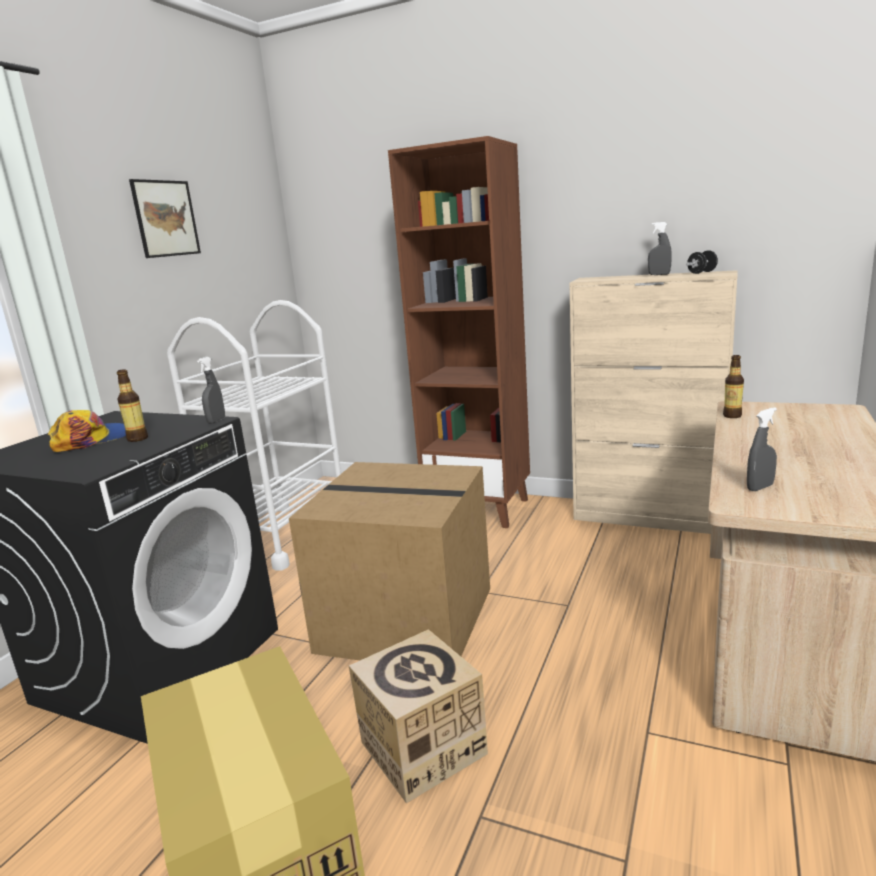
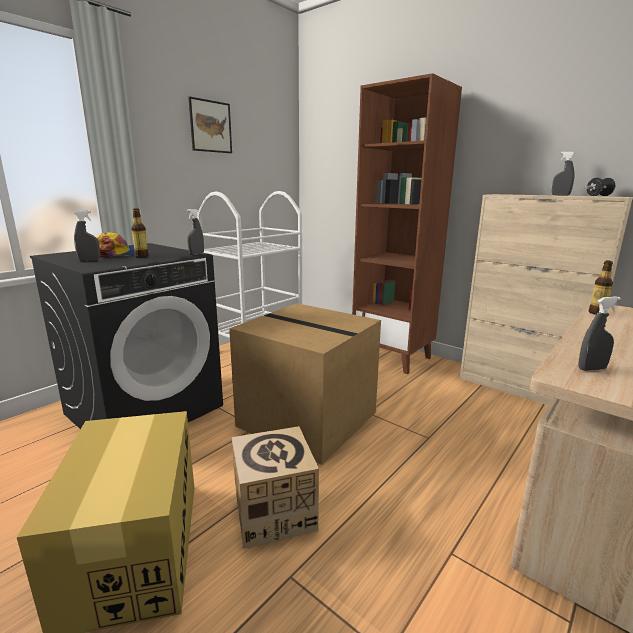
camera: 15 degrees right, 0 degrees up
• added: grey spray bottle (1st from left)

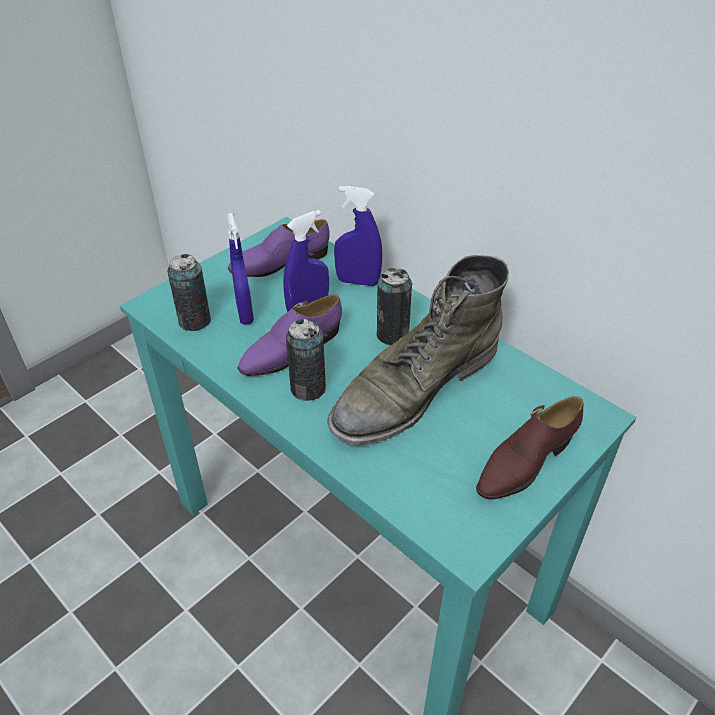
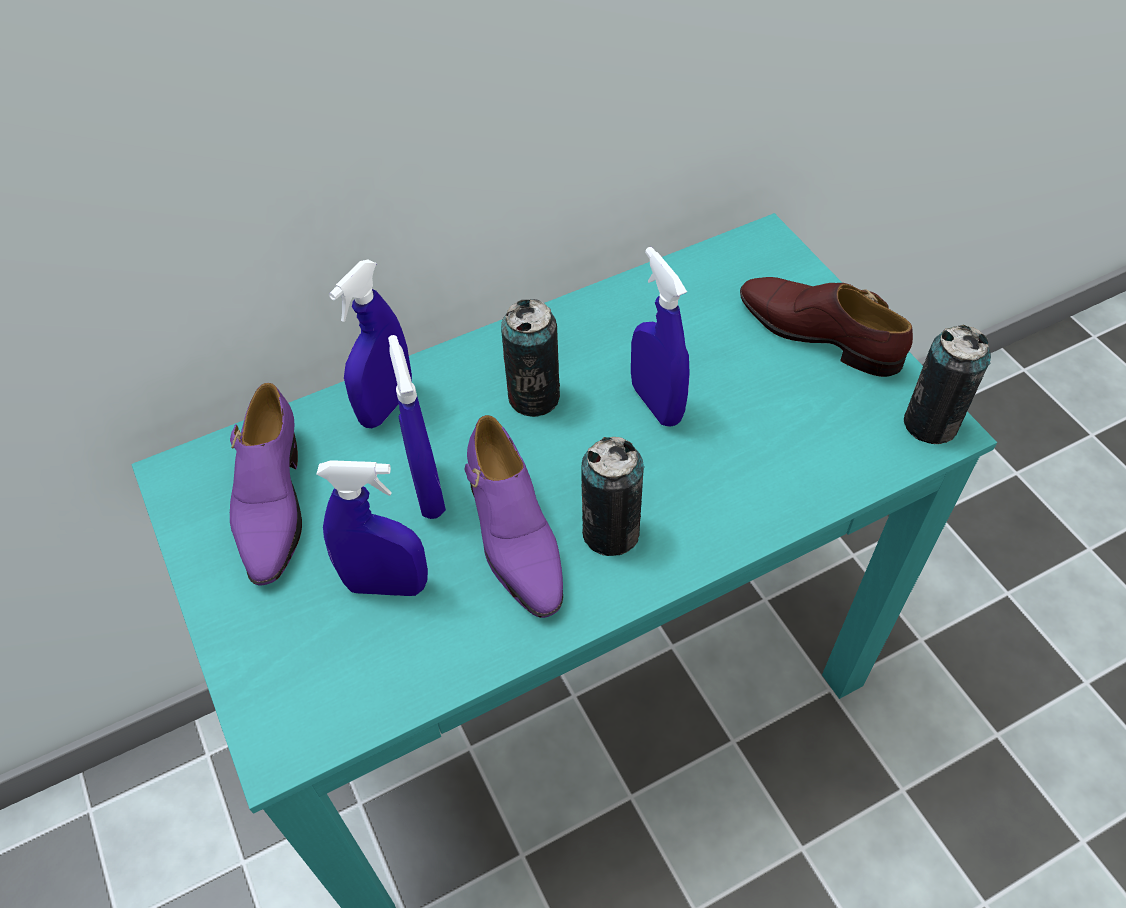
camera: 70 degrees left, 10 degrees up
• moved: can (1st from left in the first image) to can (3rd from left)
• replaced: green boot to blue spray bottle (4th from left)
• turned: brown shoe 150 degrees clockwise

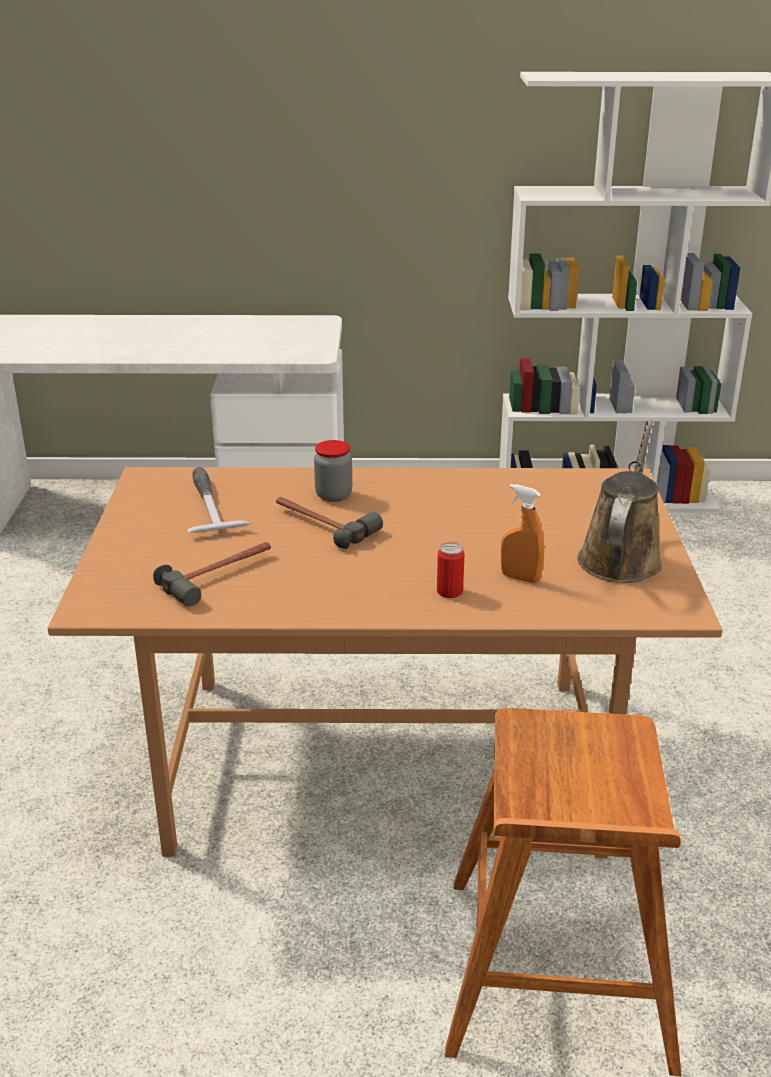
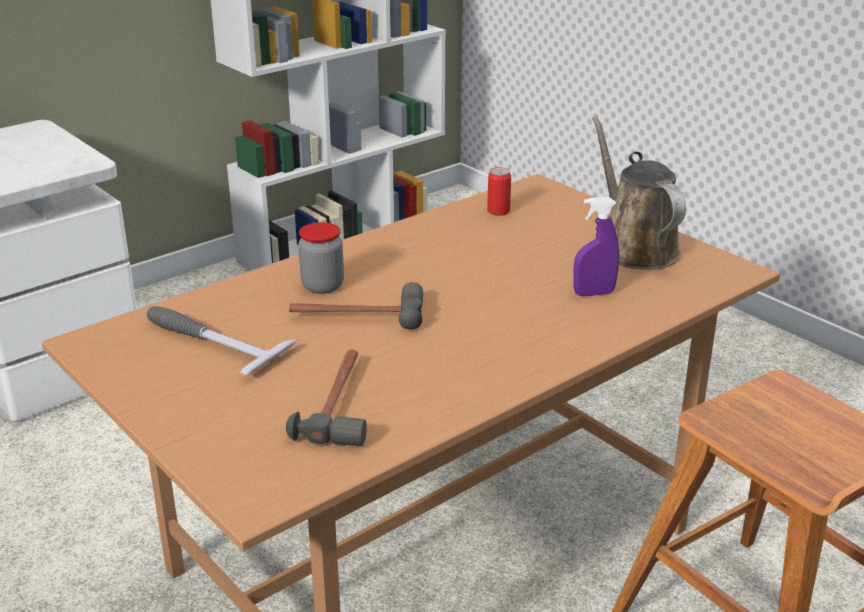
camera: 40 degrees left, 0 degrees up
• moved: can
• recoloured: orange spray bottle to purple spray bottle

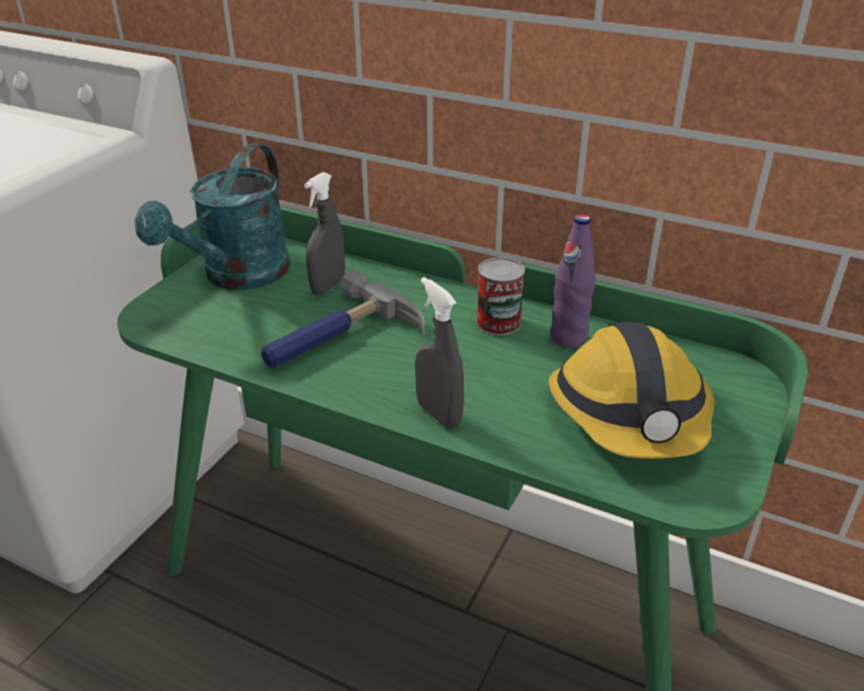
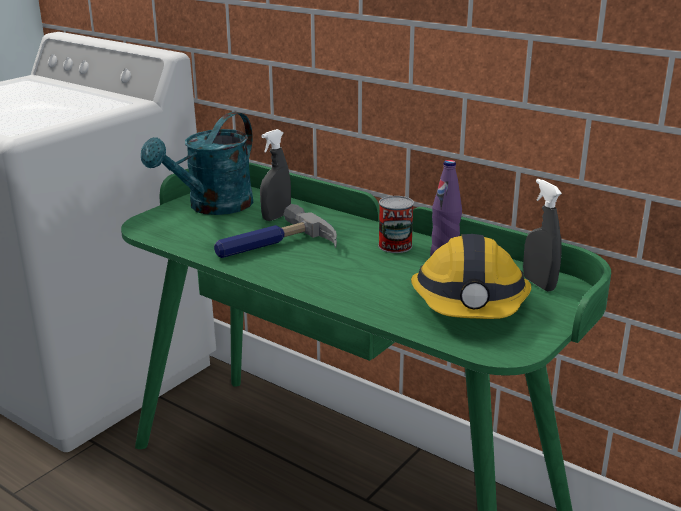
camera: 10 degrees right, 10 degrees down
• moved: grey spray bottle (2nd from left)

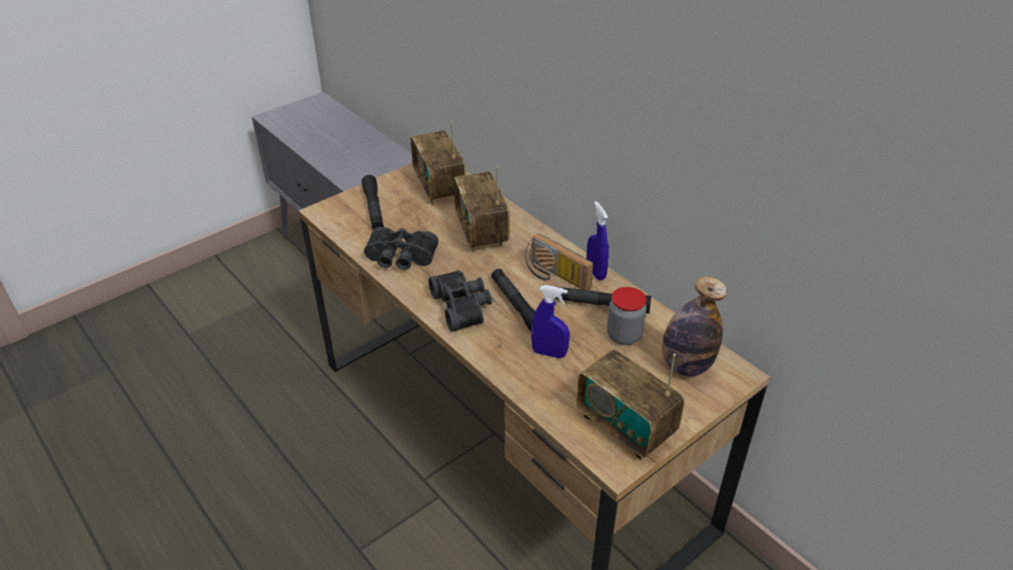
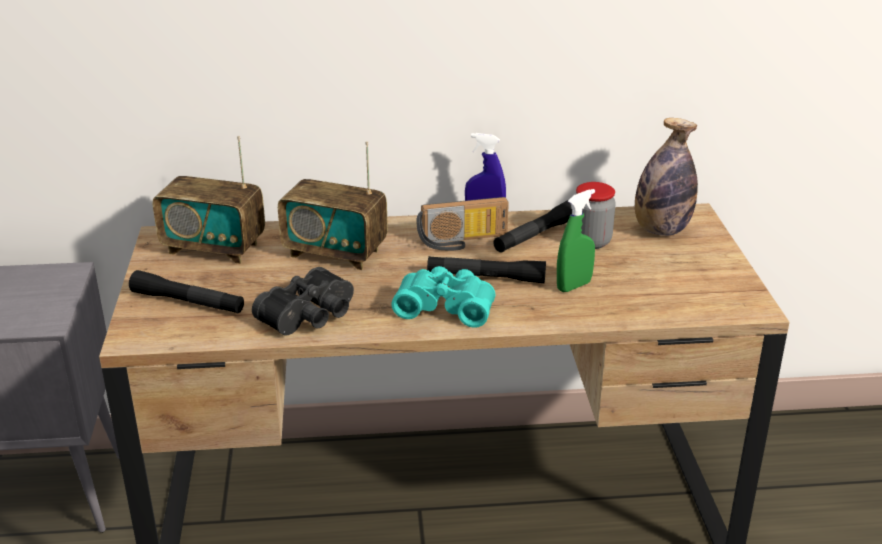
camera: 55 degrees left, 10 degrees down
• recoloured: black binoculars (2nd from left) to turquoise binoculars
• recoloured: blue spray bottle (1st from left) to green spray bottle
• removed: radio (4th from left)

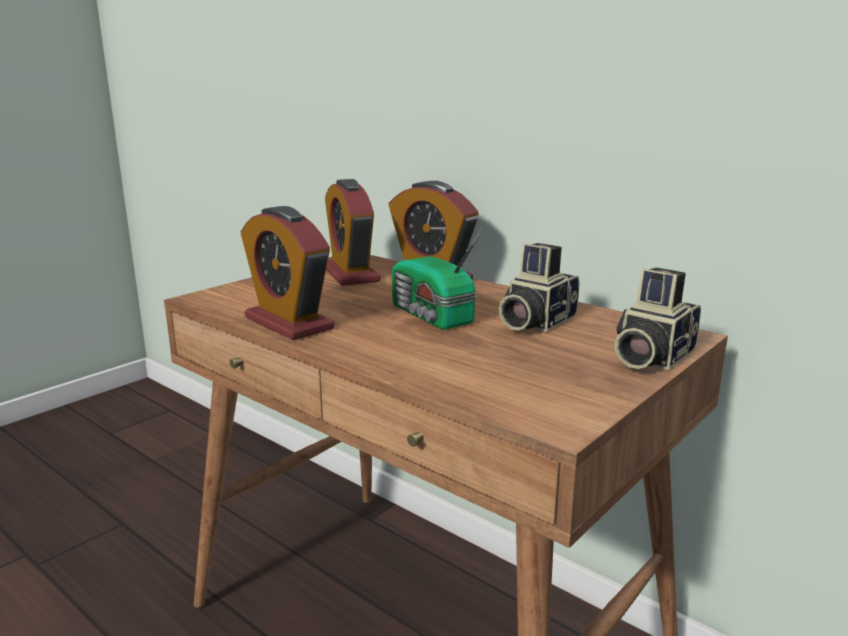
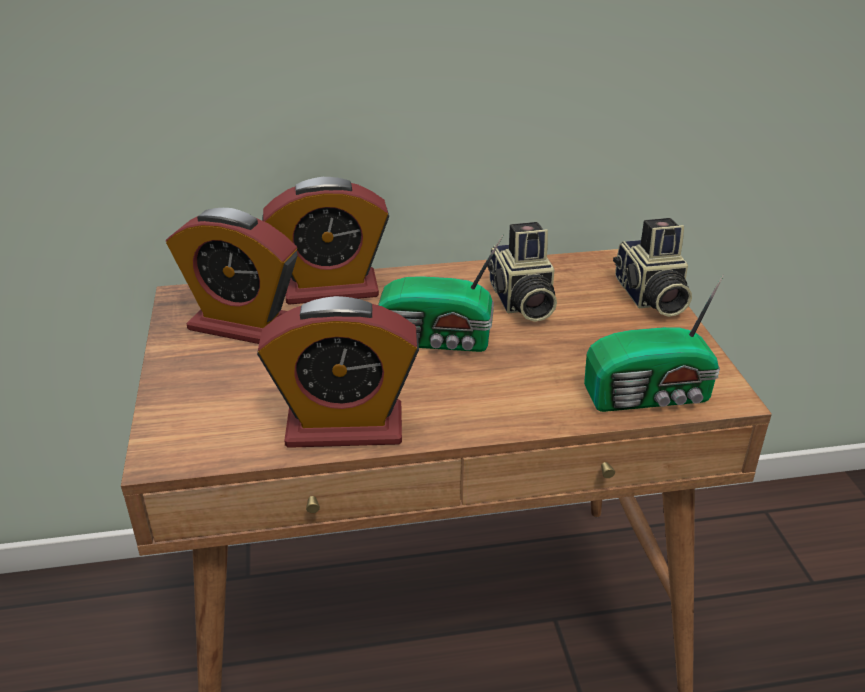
camera: 50 degrees left, 15 degrees up
• added: radio (2nd from left)

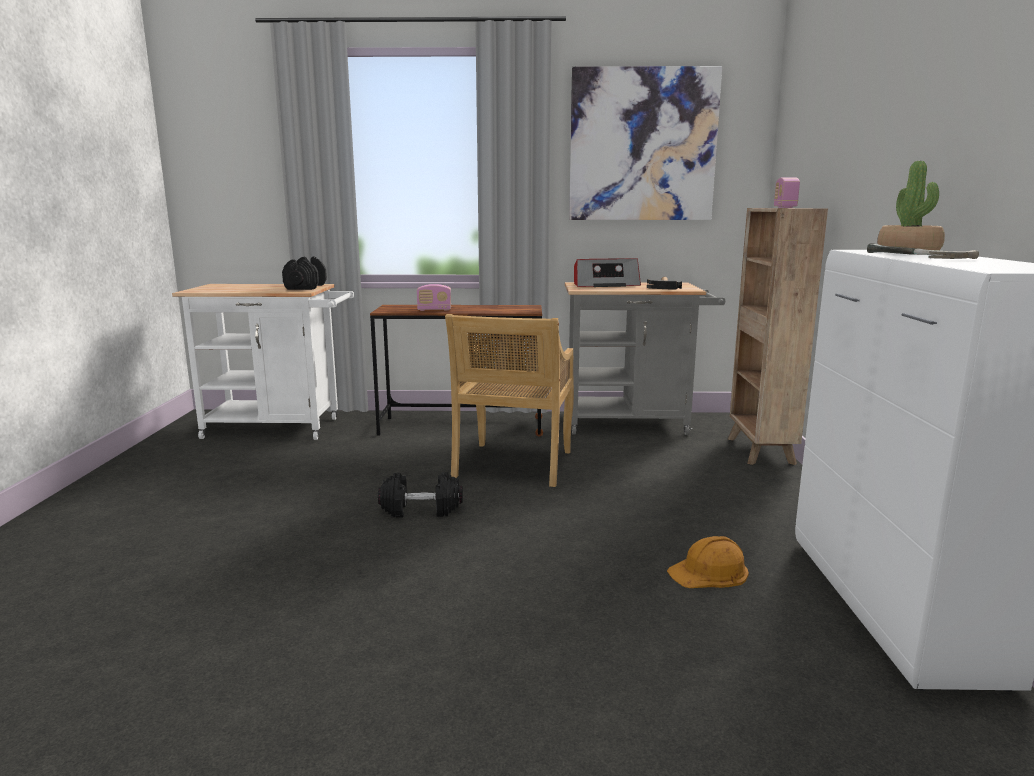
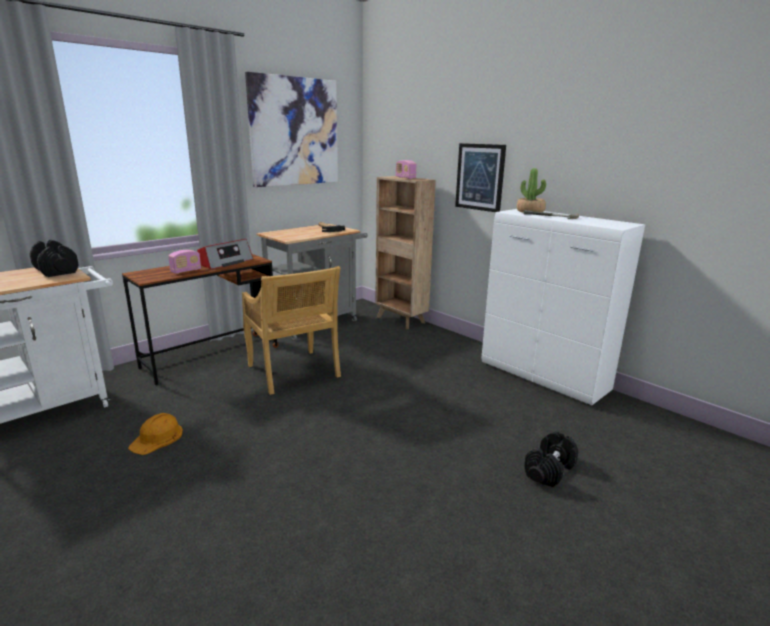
camera: 45 degrees left, 5 degrees up
• moved: black dumbbell (2nd from left)
• moved: radio (2nd from left)
• moved: orange hard hat
• added: picture (2nd from left)

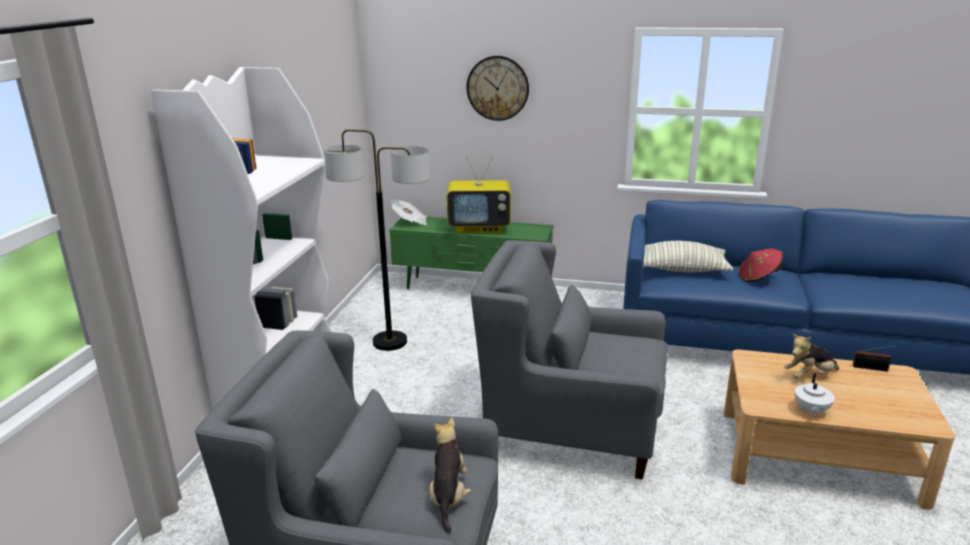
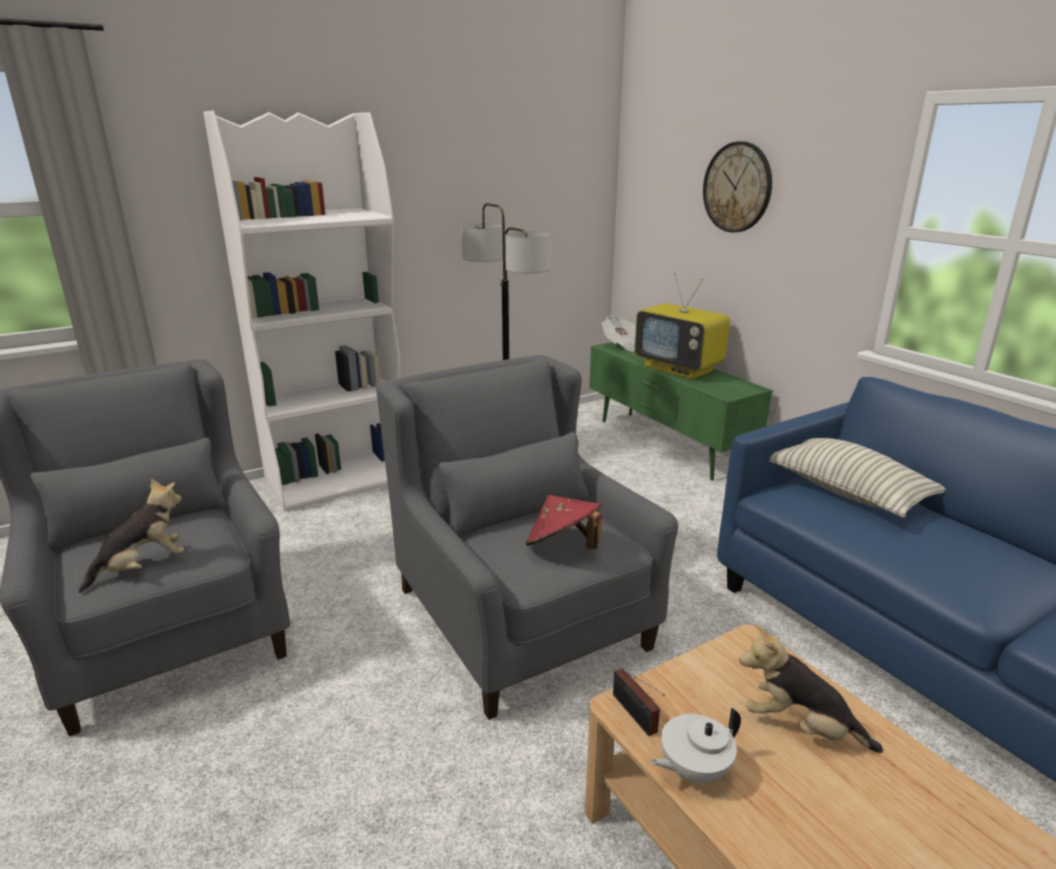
camera: 45 degrees right, 0 degrees up
• moved: red hat
• moved: radio

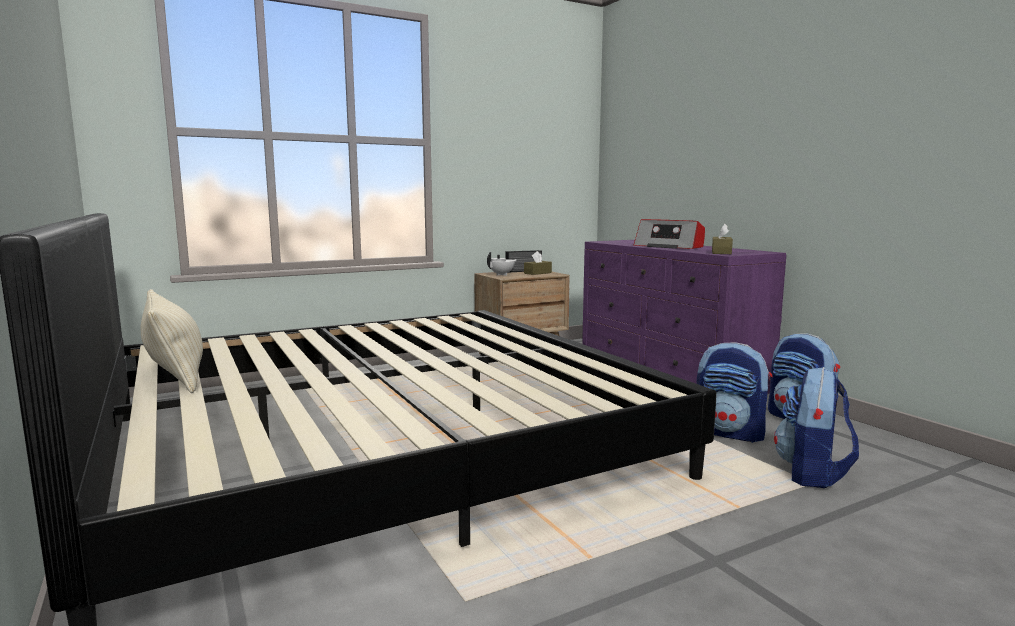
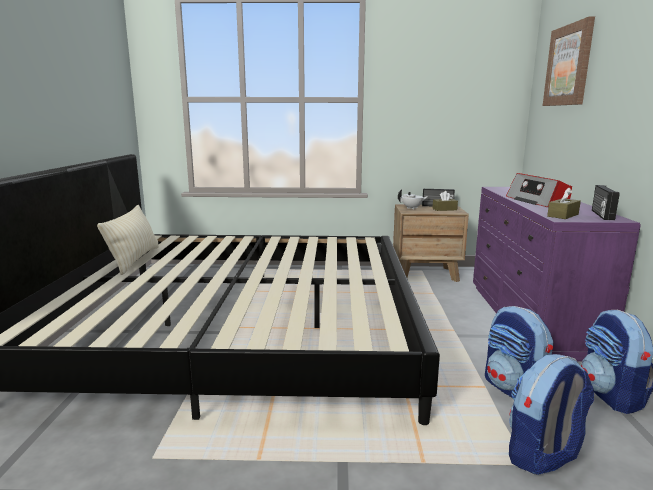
camera: 30 degrees right, 5 degrees up
• added: picture
• added: radio (3rd from left)

